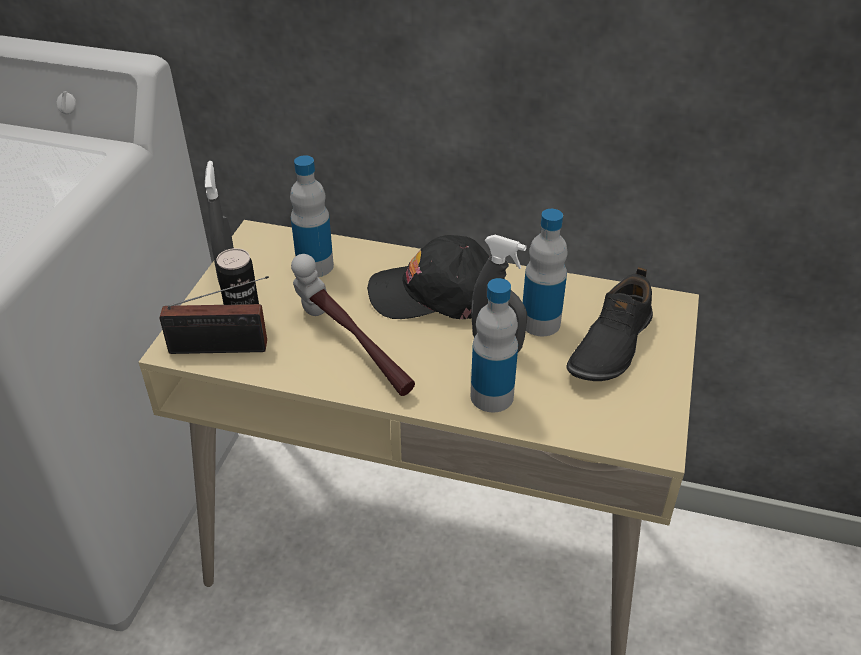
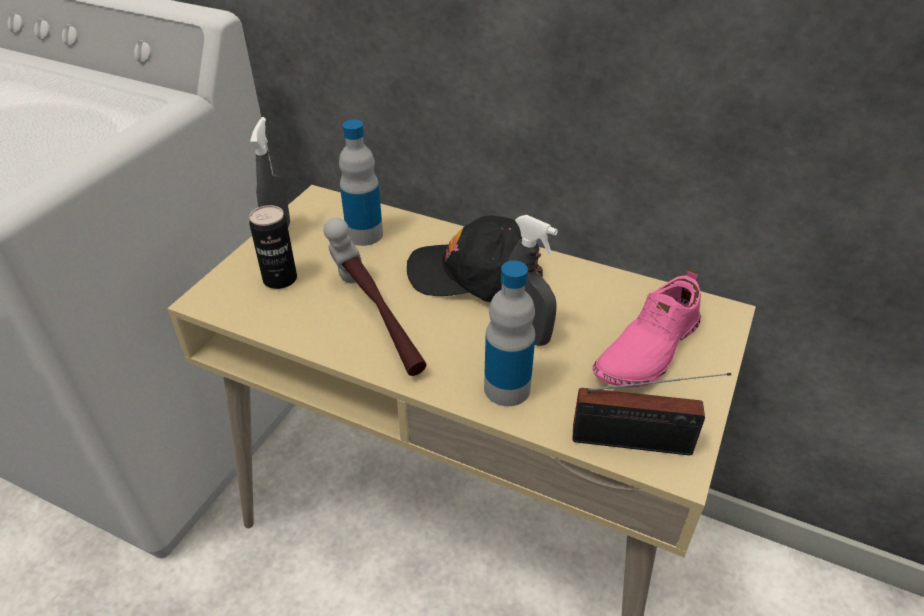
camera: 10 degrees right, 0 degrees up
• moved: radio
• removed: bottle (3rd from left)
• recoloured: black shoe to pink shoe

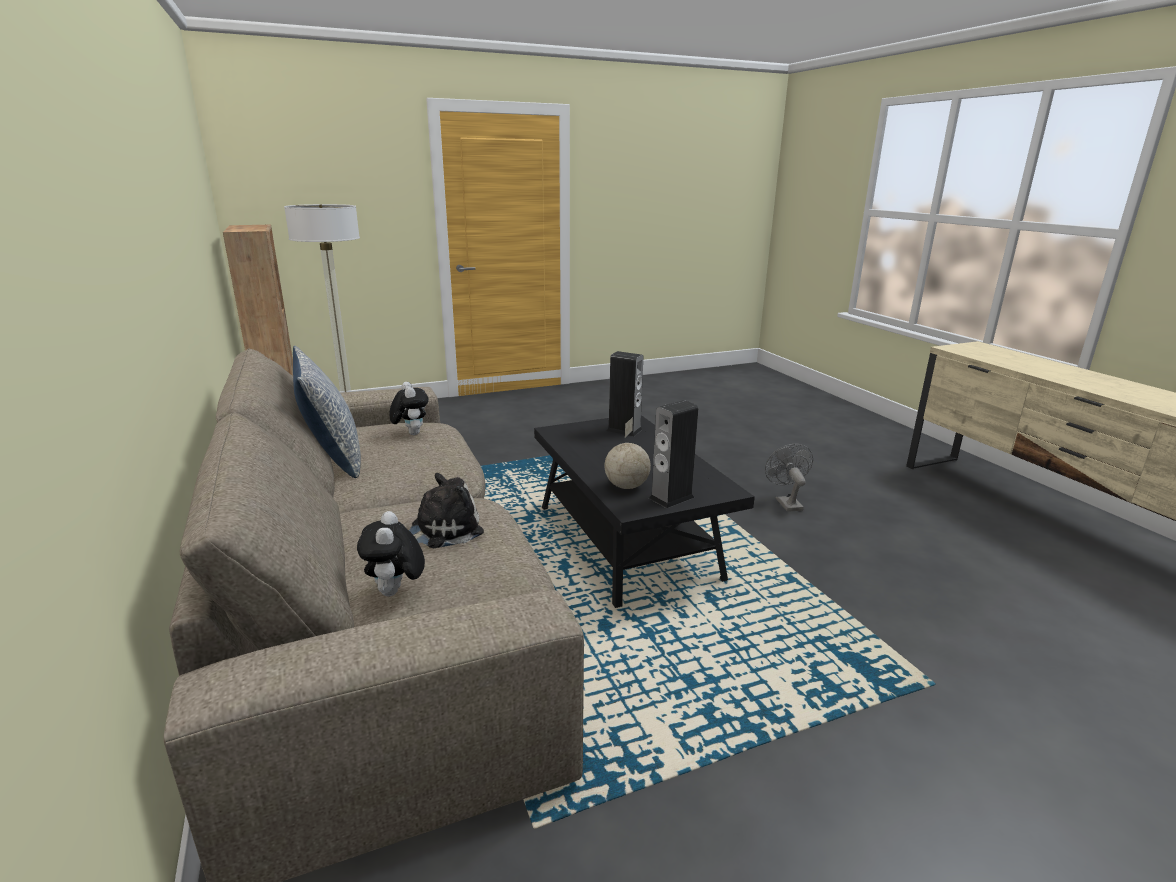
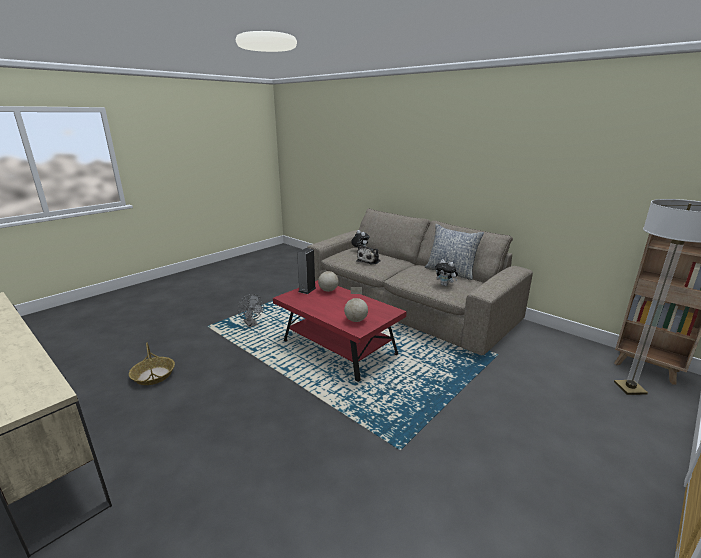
camera: 155 degrees right, 0 degrees up
• recoloured: black coffee table to red coffee table
• replaced: speaker (1st from left) to globe (2nd from left)
• moved: grey fan
• added: basket

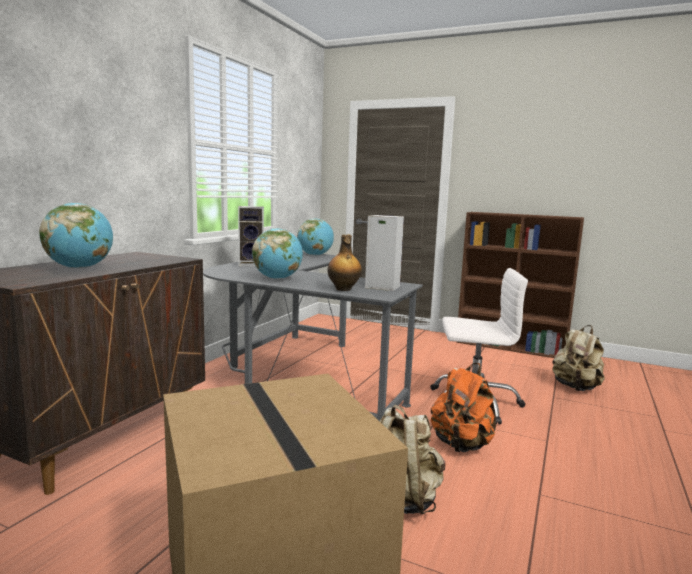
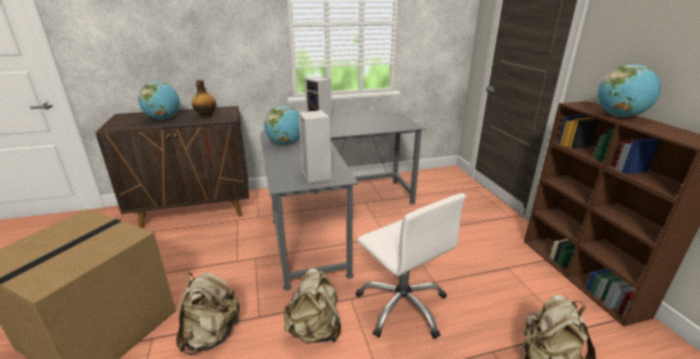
camera: 50 degrees right, 15 degrees up
• moved: globe (3rd from left)
• moved: bottle
• recoloured: orange backpack to beige backpack (2nd from left)

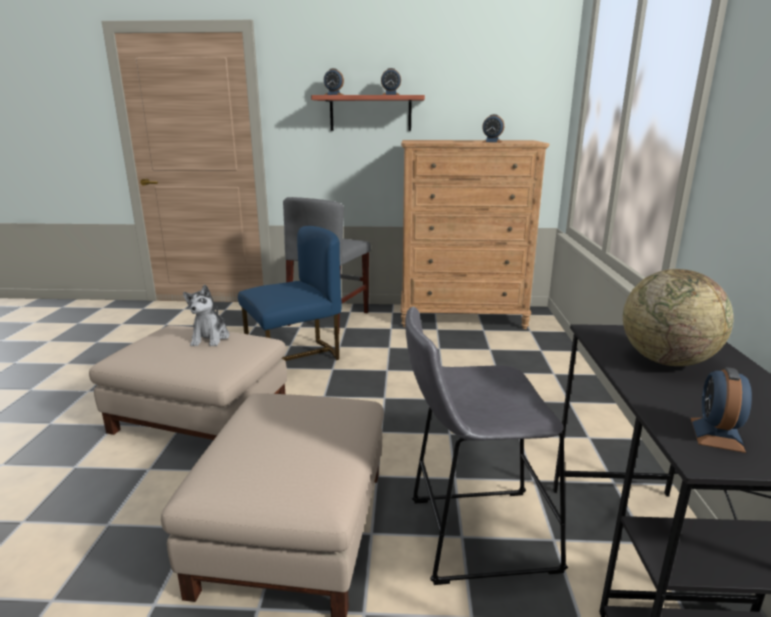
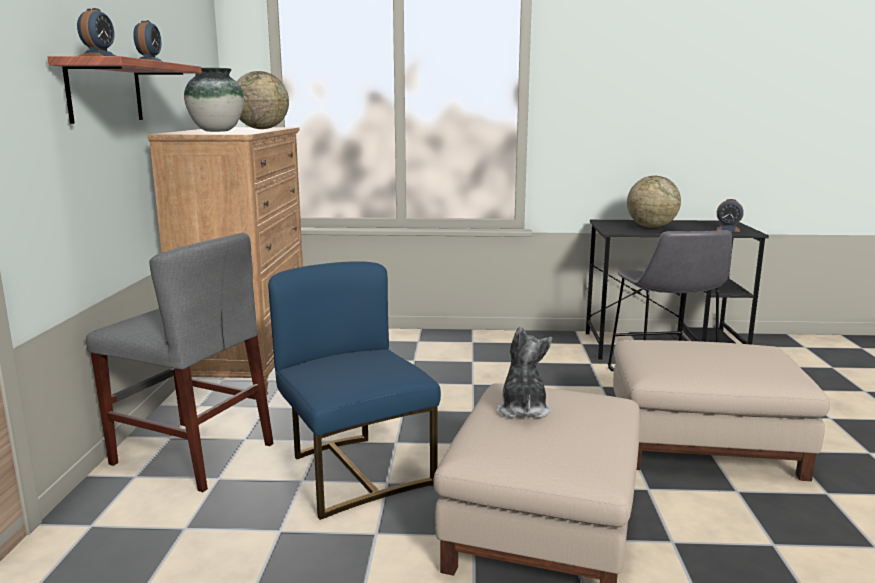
camera: 90 degrees left, 5 degrees down
• turned: plush toy 90 degrees counterclockwise
• replaced: alarm clock (3rd from left) to globe (1st from left)
• added: vase

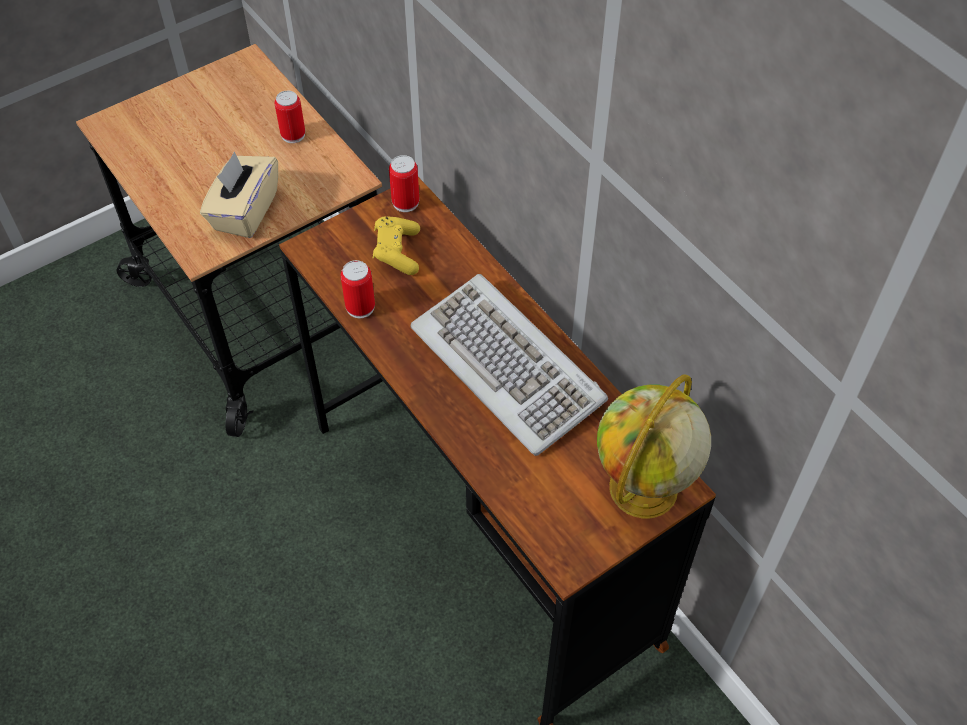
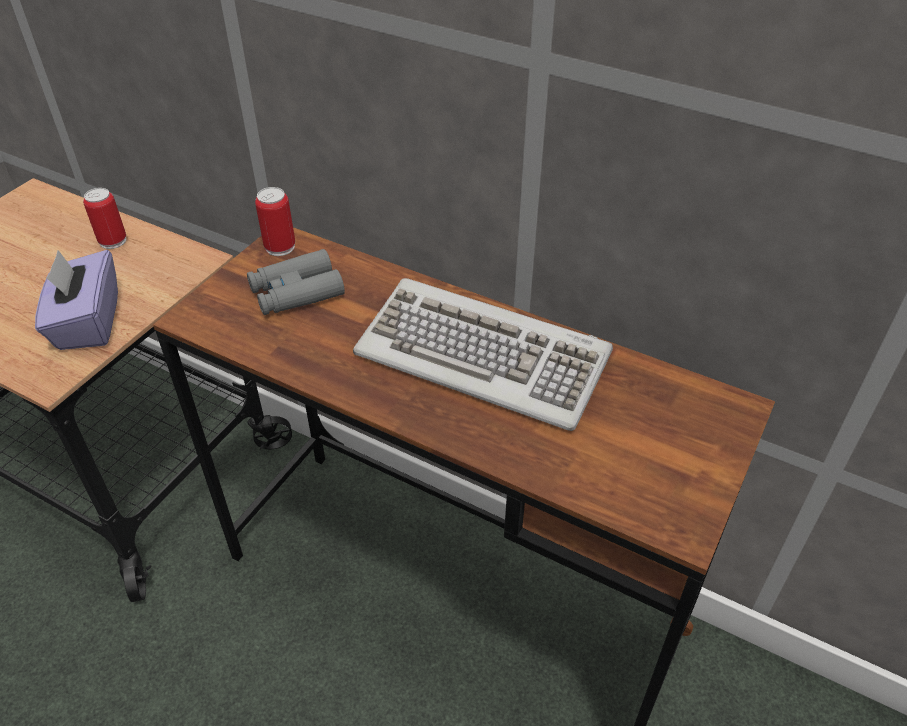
camera: 25 degrees left, 10 degrees down
• recoloured: beige tissue box to purple tissue box
• removed: can (2nd from left)
• replaced: yellow game controller to grey binoculars
• removed: globe

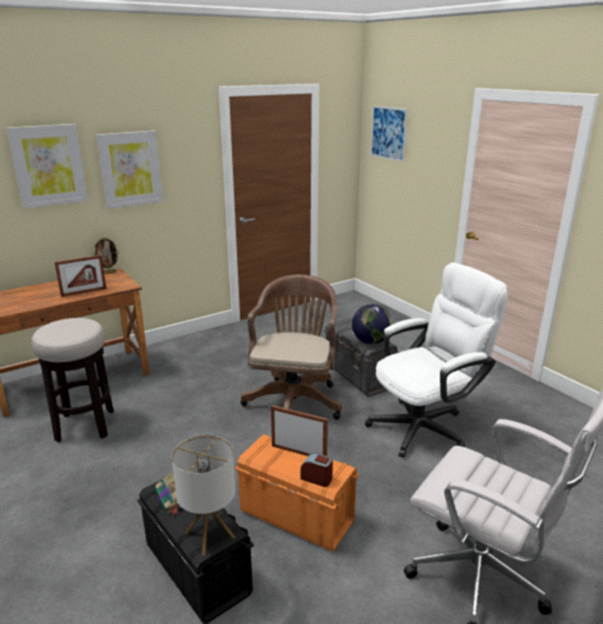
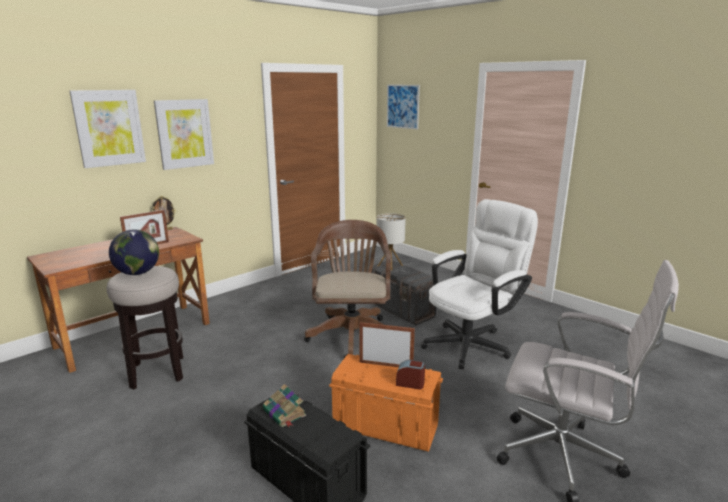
camera: 10 degrees left, 5 degrees down
• moved: table lamp
• moved: globe

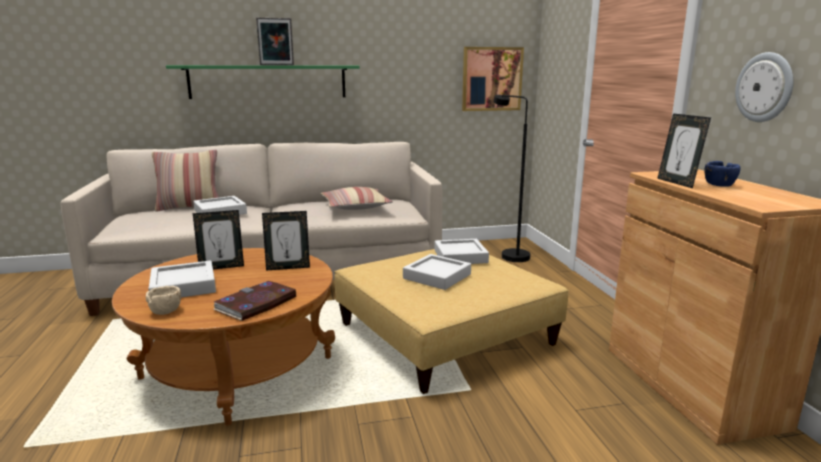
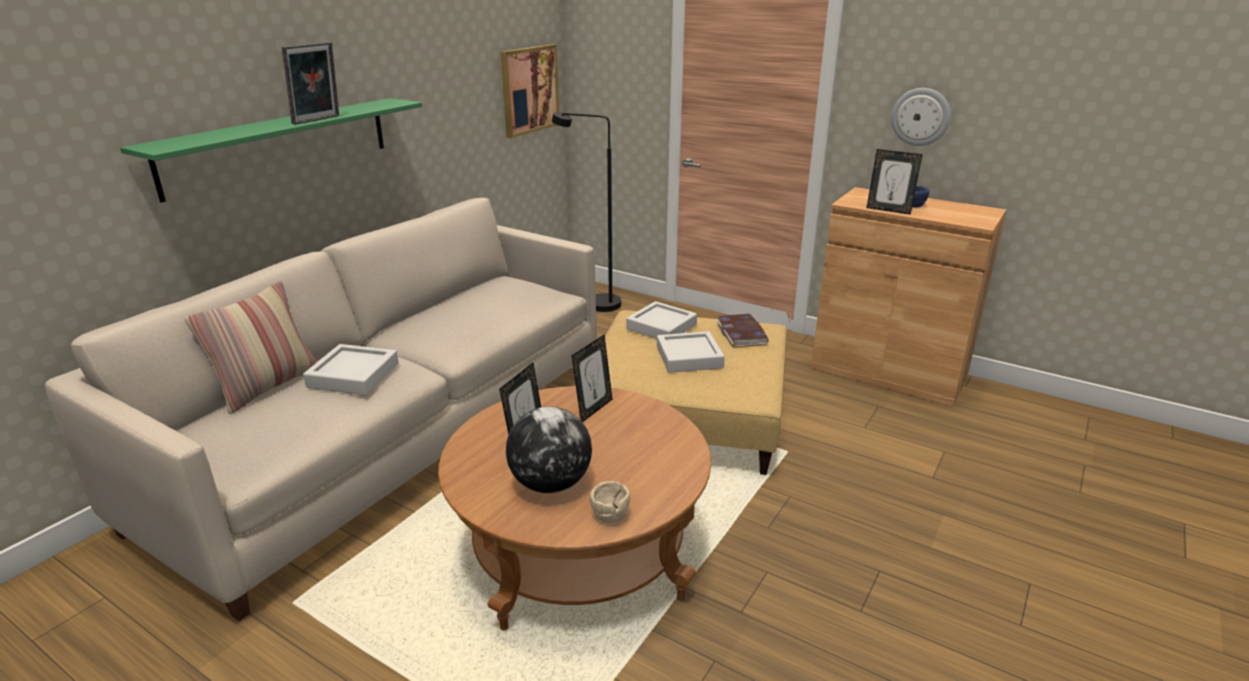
camera: 45 degrees left, 10 degrees up
• replaced: grey tray (1st from left) to globe
• moved: book
• removed: pillow (2nd from left)

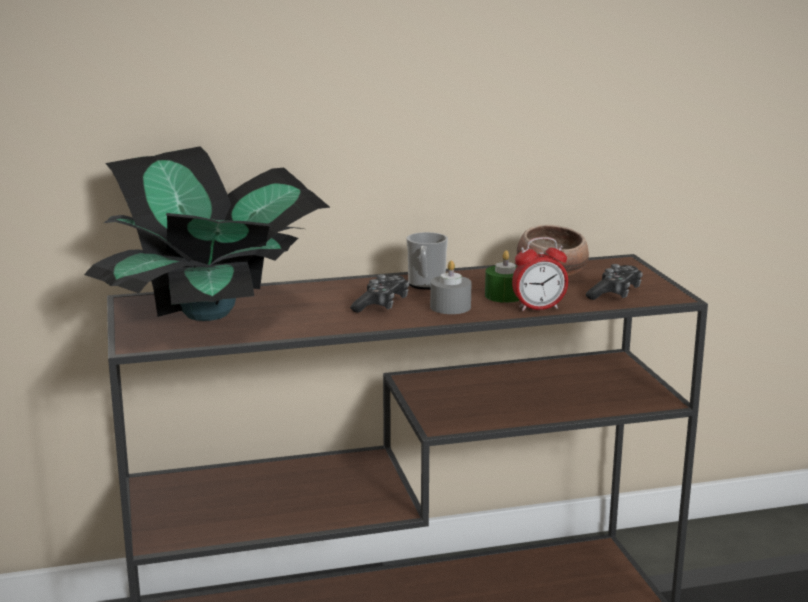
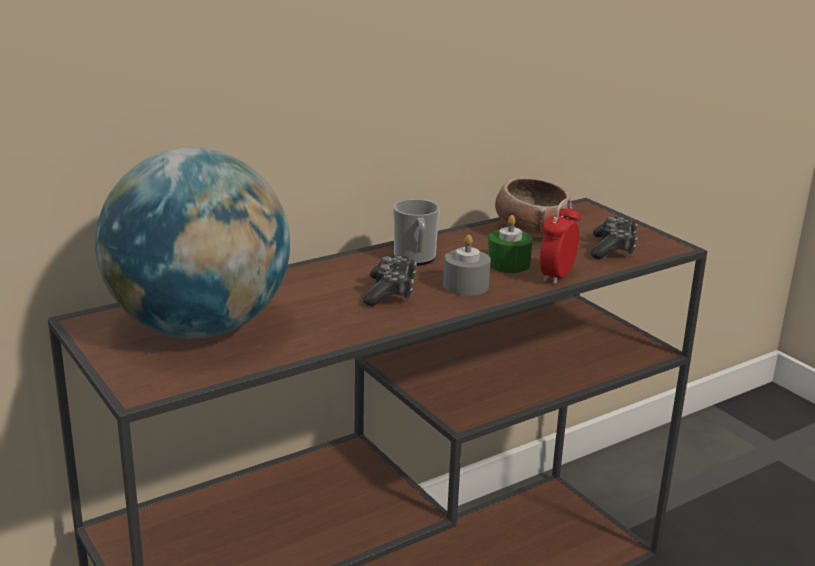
camera: 20 degrees left, 5 degrees up
• replaced: potted plant to globe
• turned: alarm clock 150 degrees clockwise

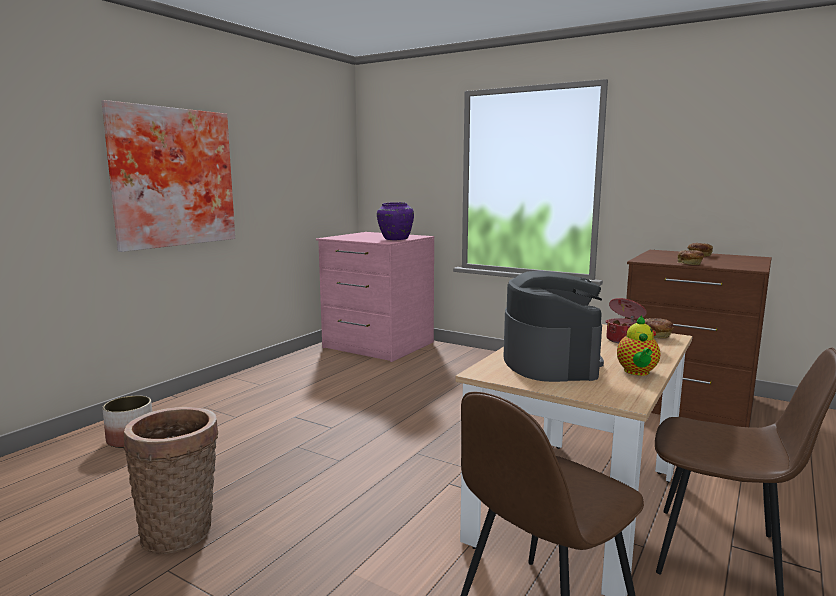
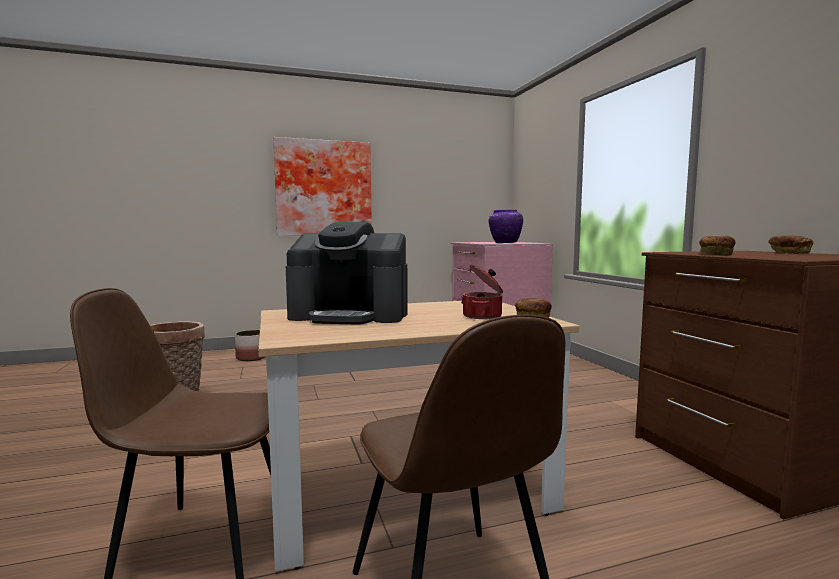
camera: 40 degrees right, 5 degrees down
• turned: coffee machine 60 degrees clockwise
• removed: teapot

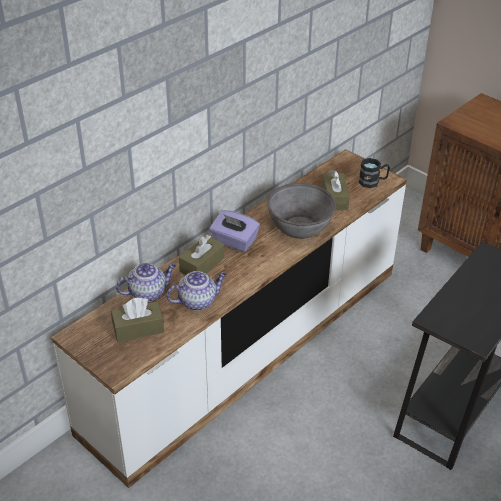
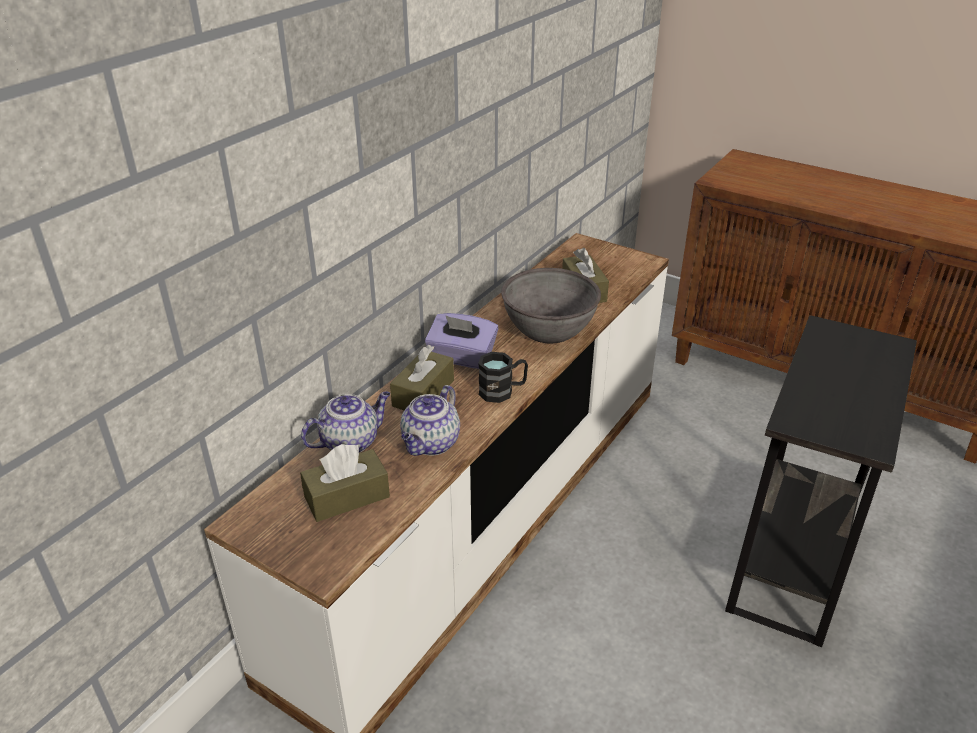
camera: 10 degrees left, 5 degrees down
• turned: teapot (2nd from left) 150 degrees clockwise
• moved: black mug

